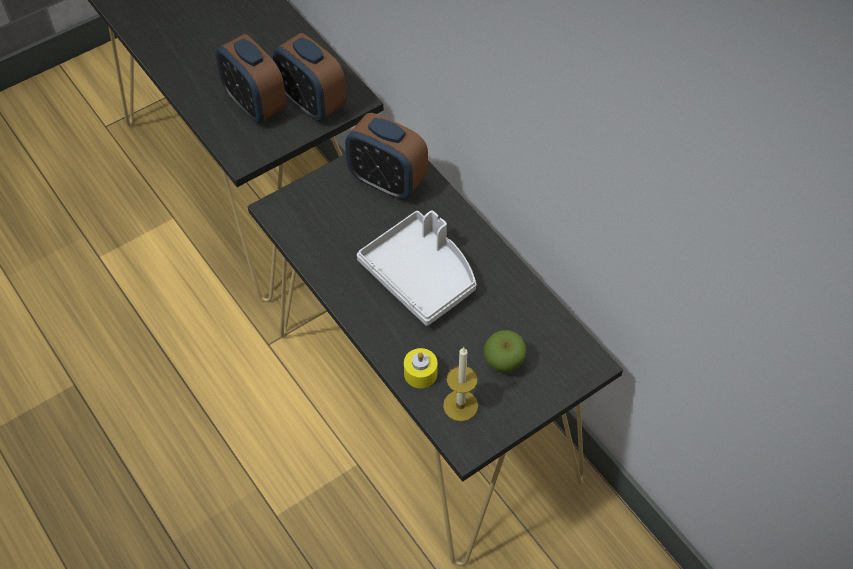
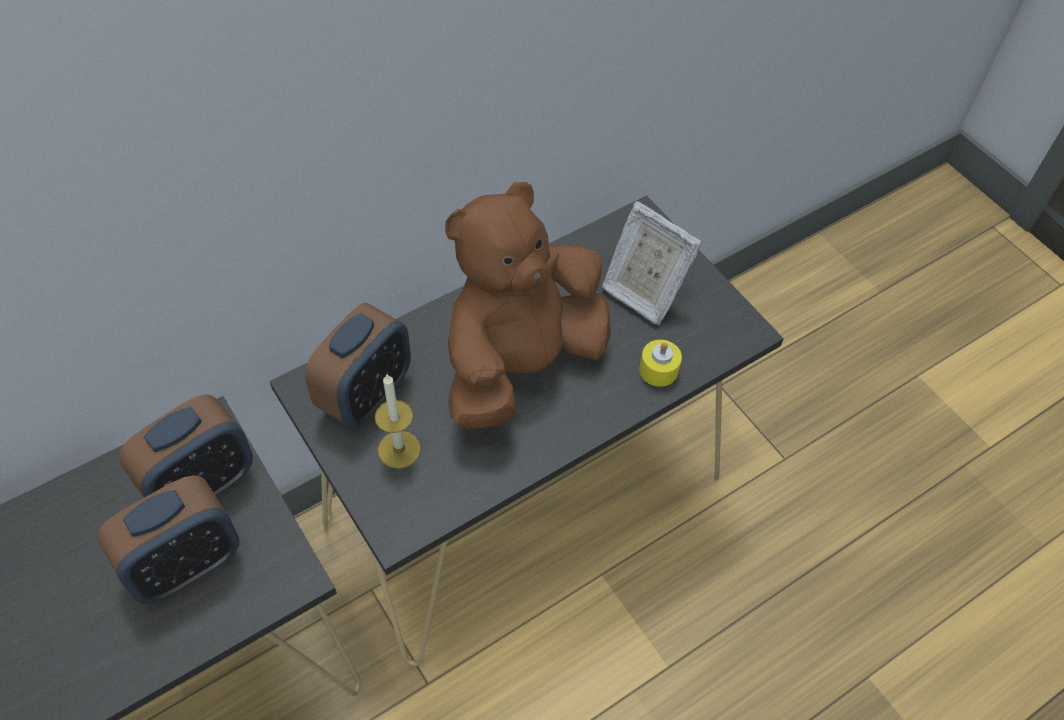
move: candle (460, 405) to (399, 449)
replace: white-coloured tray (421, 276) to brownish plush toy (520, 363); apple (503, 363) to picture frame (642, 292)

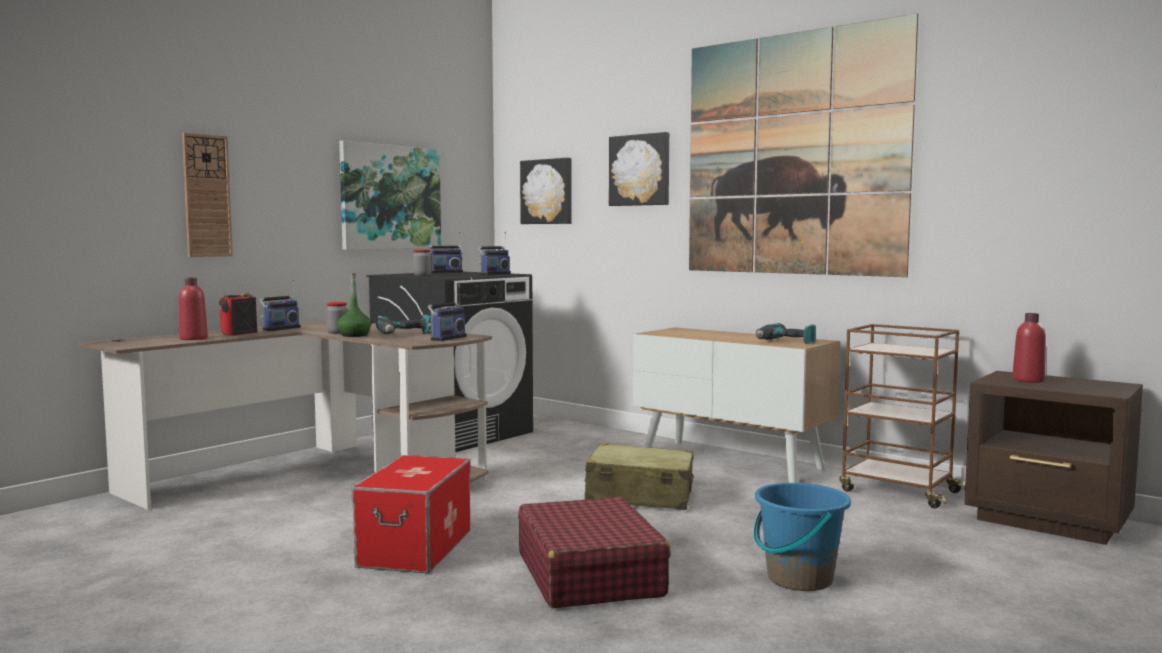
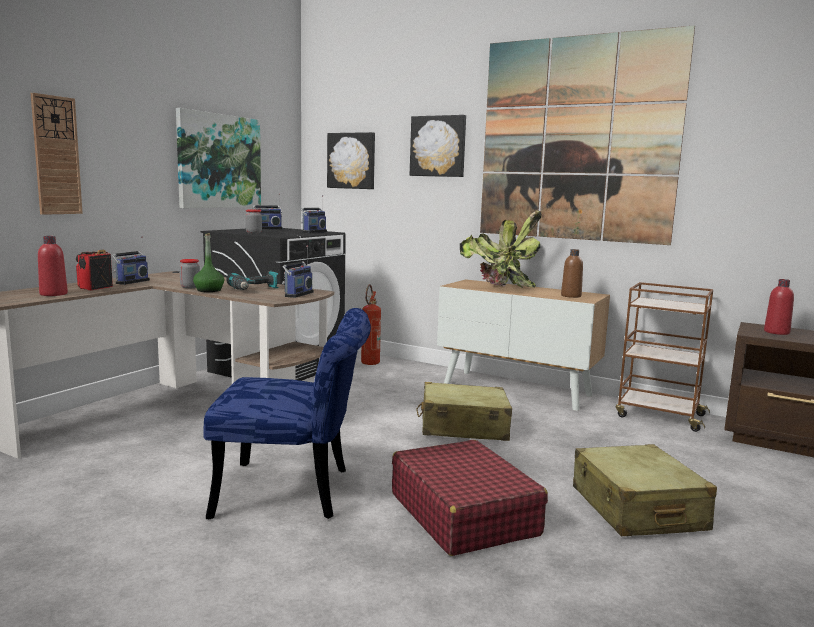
insert: fire extinguisher (369, 364); plant in a pot (500, 288)
replace: storage bin (416, 548) to bluish upright chair (296, 492); drill (785, 342) to brownish bottle (571, 296); bluish water bucket (799, 579) to beige suitcase (637, 509)

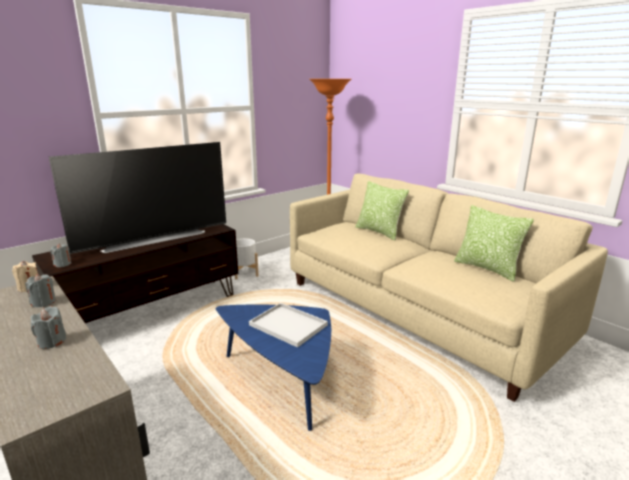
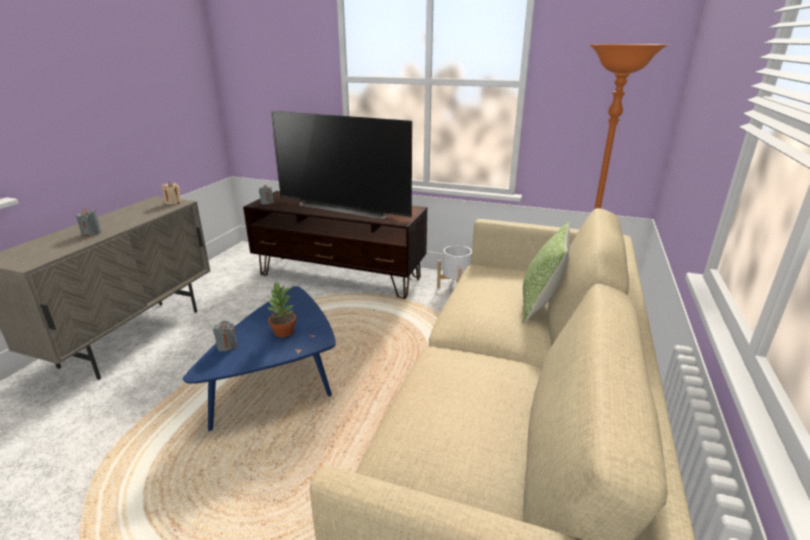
delete: throw pillow (487, 268)
move: gray candle (43, 302) to (227, 346)
replace: white-coloured tray (289, 325) to plant in a pot (283, 332)

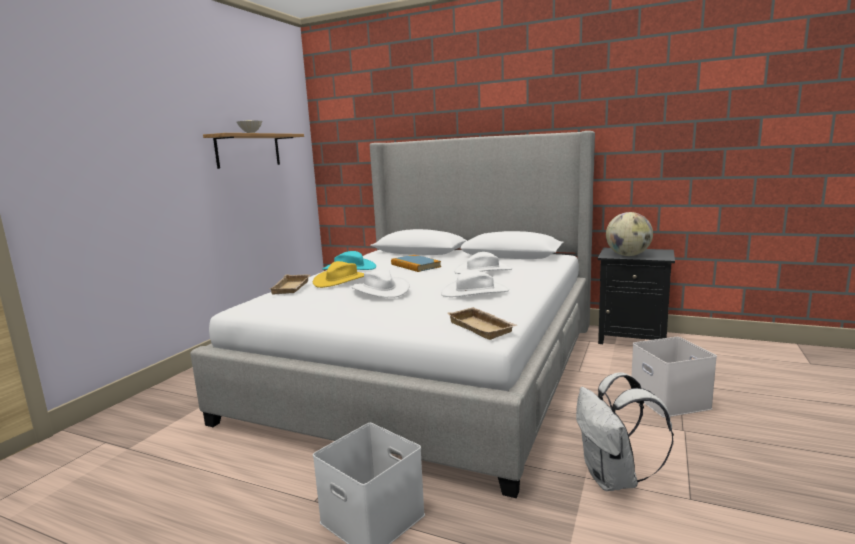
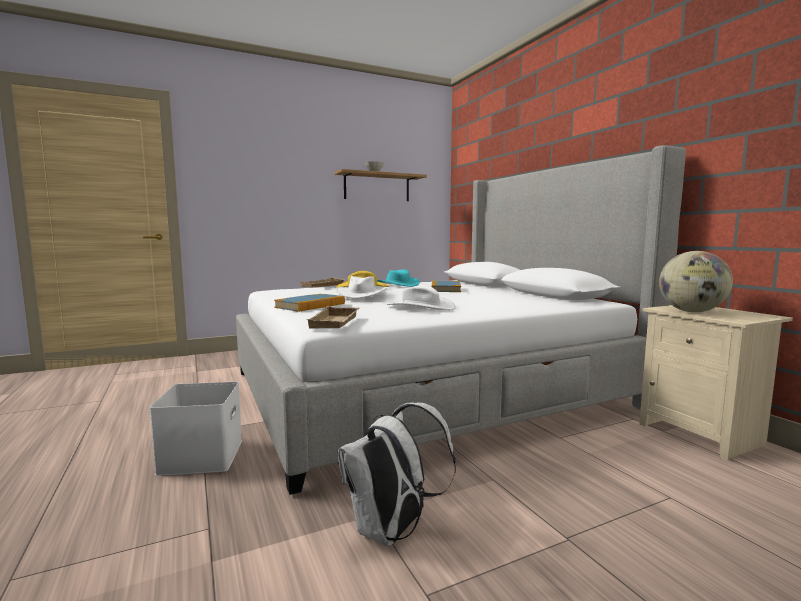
delete: white-coloured hat (483, 270); white-coloured storage bin (671, 400)
insert: book (310, 305)
recolor: black bedside table (632, 338) to beige bedside table (701, 434)

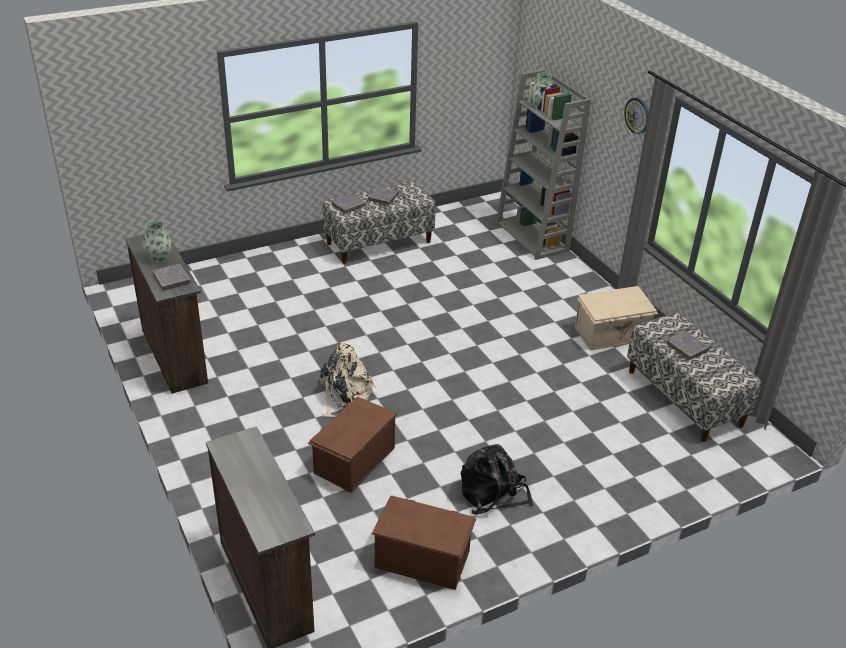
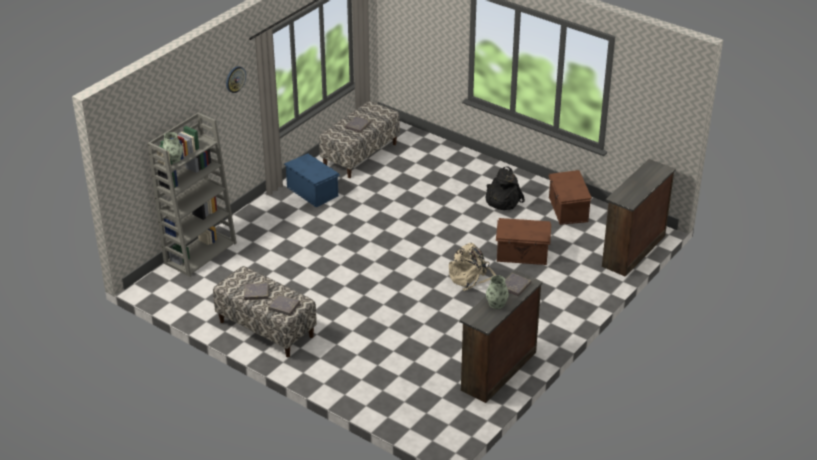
recolor: beige storage bin (612, 334) to bluish storage bin (313, 191)

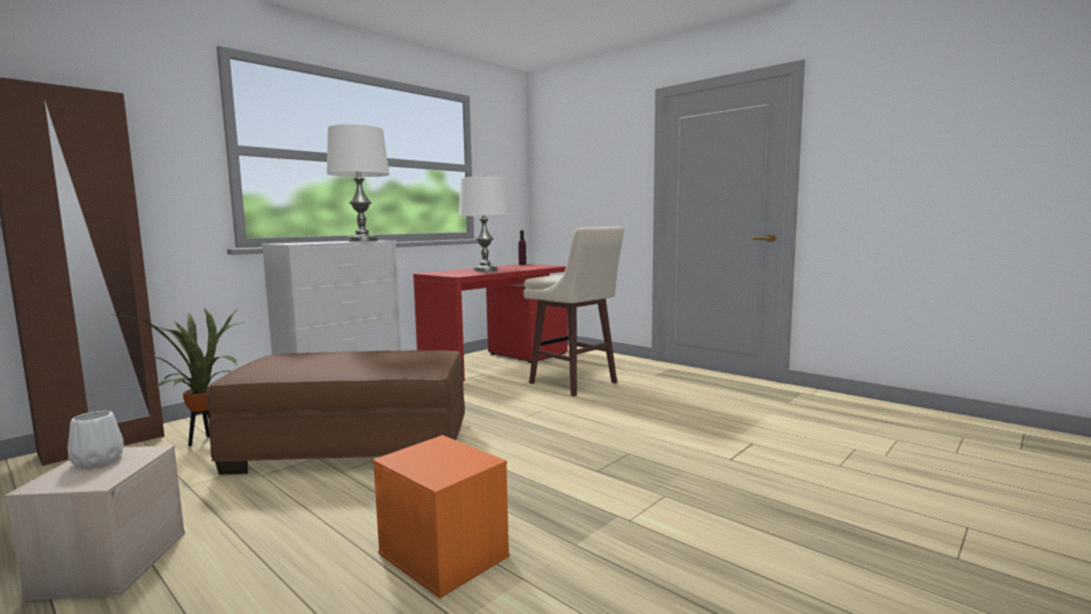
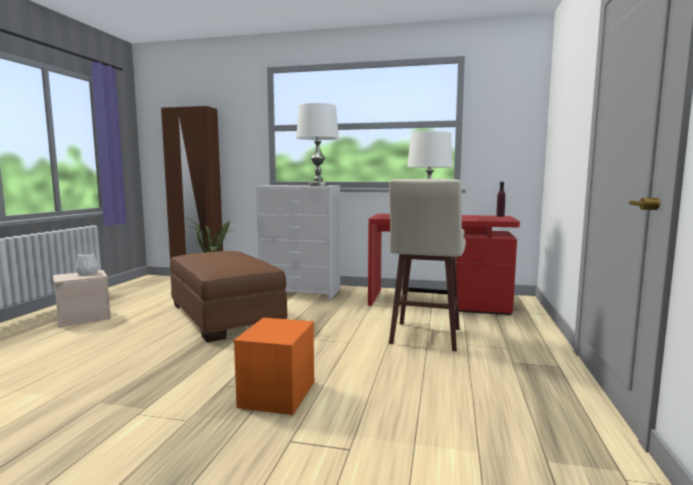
move: orangey storage bin (445, 555) to (278, 394)

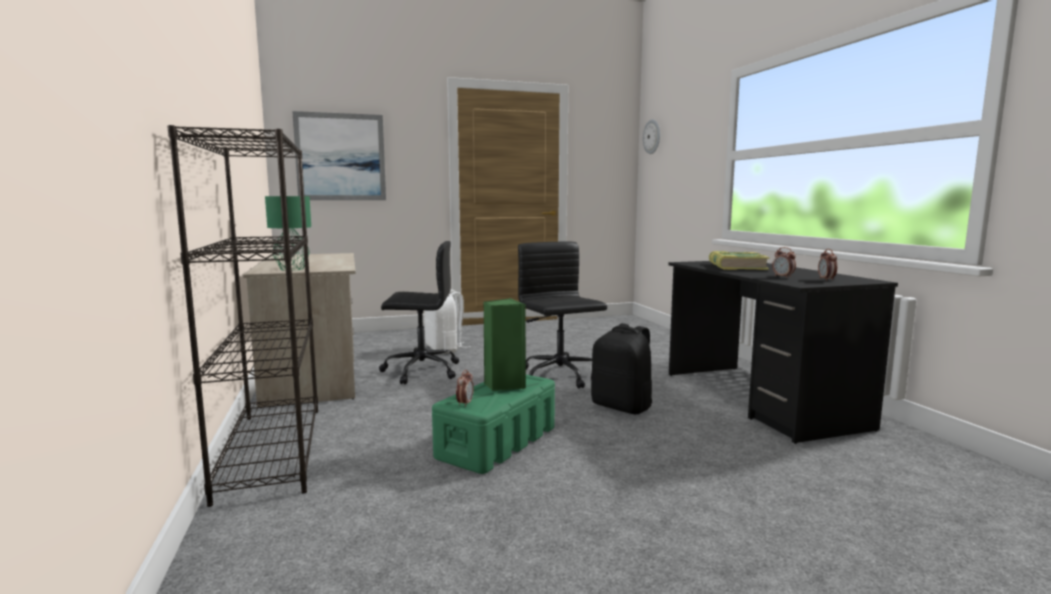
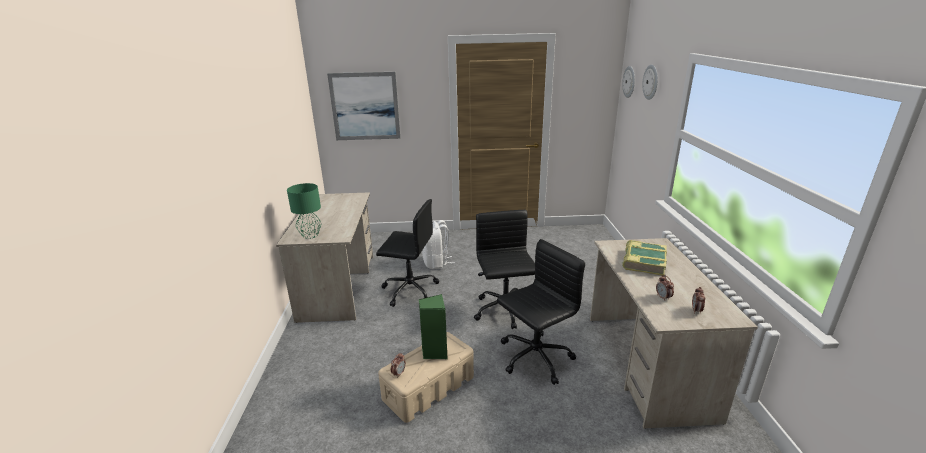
delete: black bookshelf (271, 449)
insert: clock on the wall (651, 82)
replace: black knapsack (622, 406) to black desk chair (534, 358)
recolor: greenish storage bin (498, 442) to beige storage bin (429, 388); black desk (759, 399) to beige desk (647, 365)

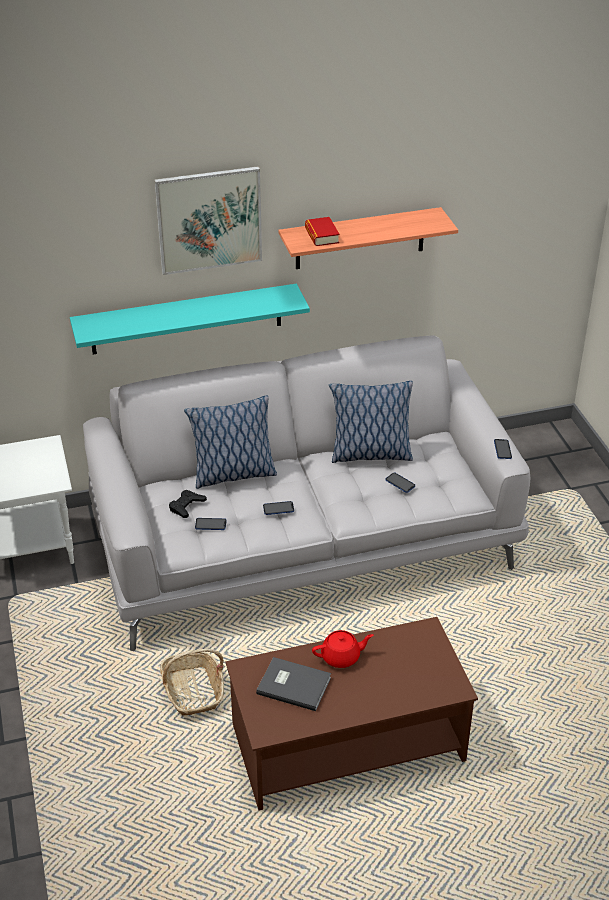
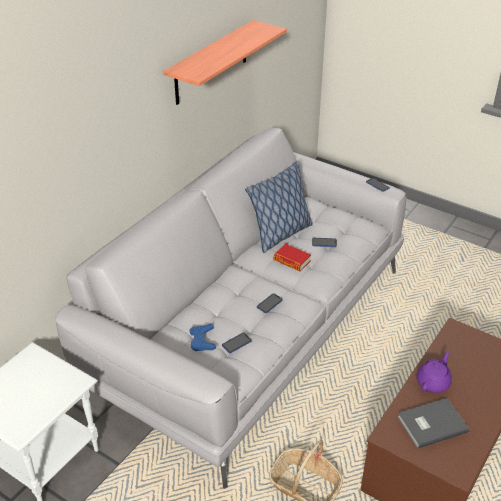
delete: blue-green wall shelf (186, 319); picture (209, 220); throw pillow (233, 474)
move: book (321, 235) to (292, 261)
recolor: black gamepad (186, 506) to bluish gamepad (202, 340); reddish pot for tea (341, 657) to purple pot for tea (433, 382)

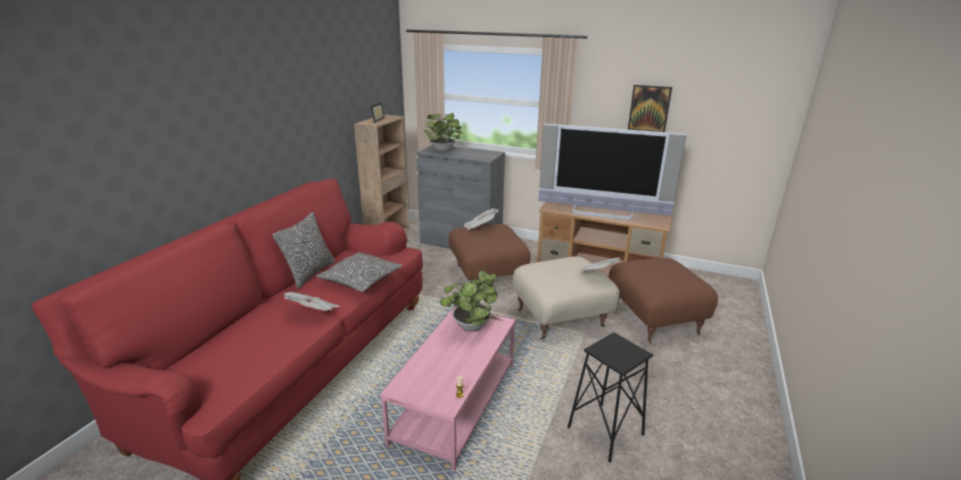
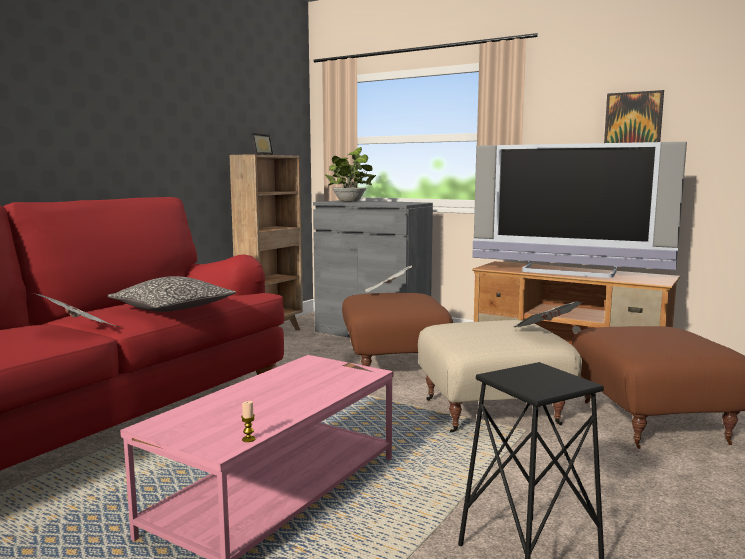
delete: throw pillow (310, 273); plant in a pot (470, 328)

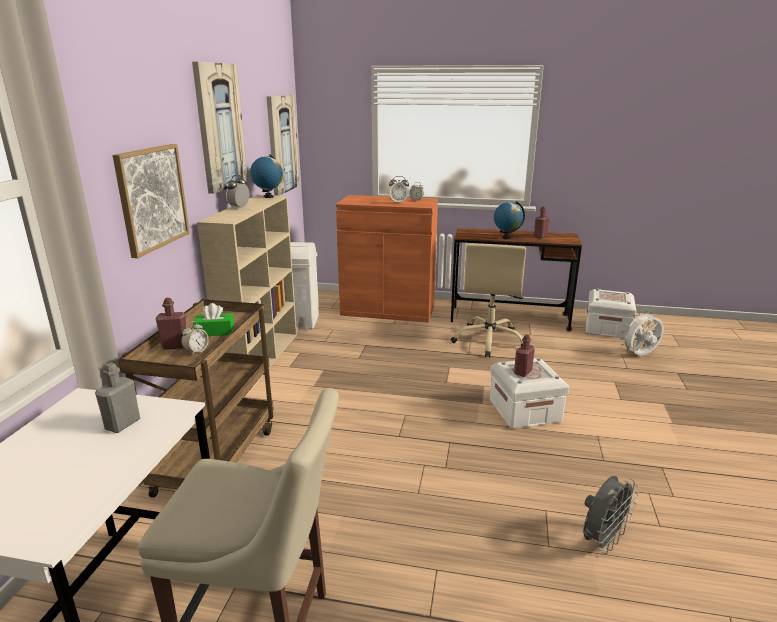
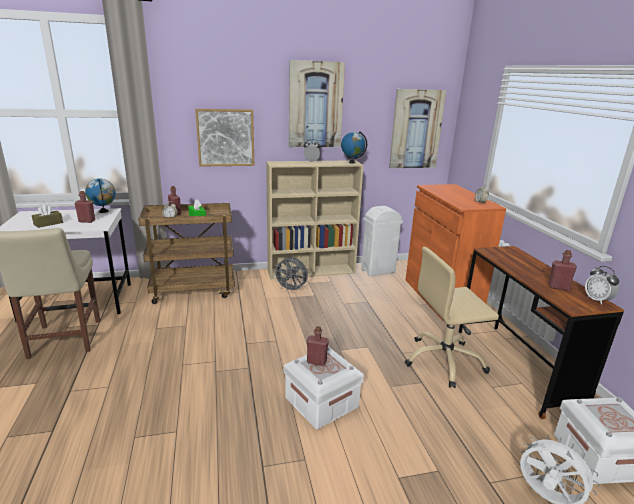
insert: brownish tissue holder (48, 223)
move: desk globe (506, 237) to (103, 211); gray cooling fan (602, 541) to (291, 290); table clock (398, 202) to (597, 300)
recolor: gray bottle (122, 424) to reddish bottle (87, 221)

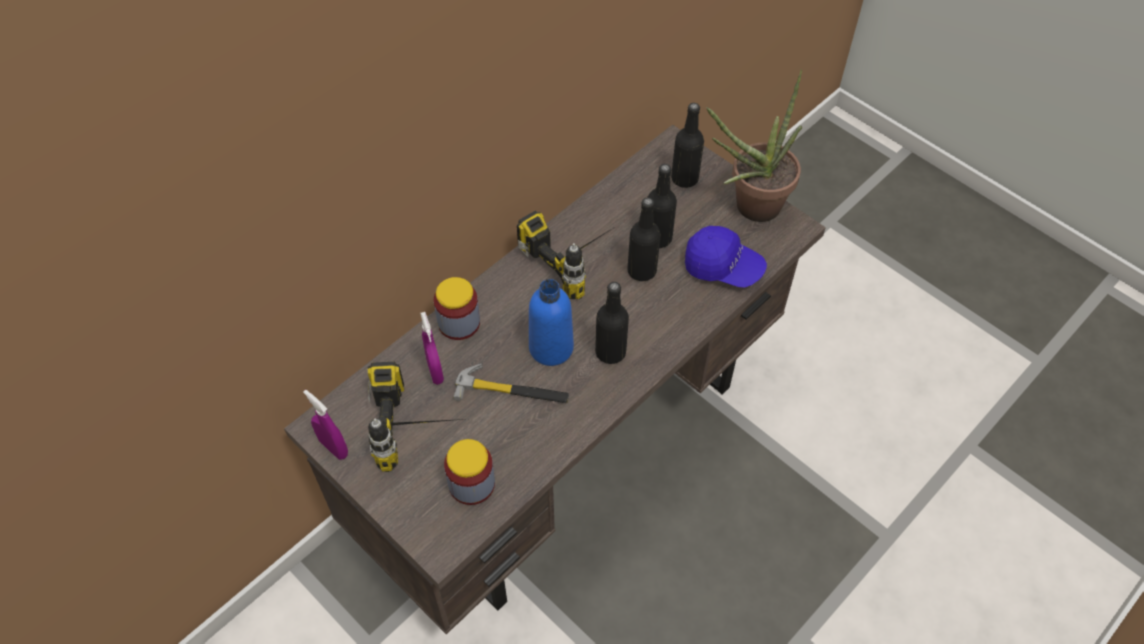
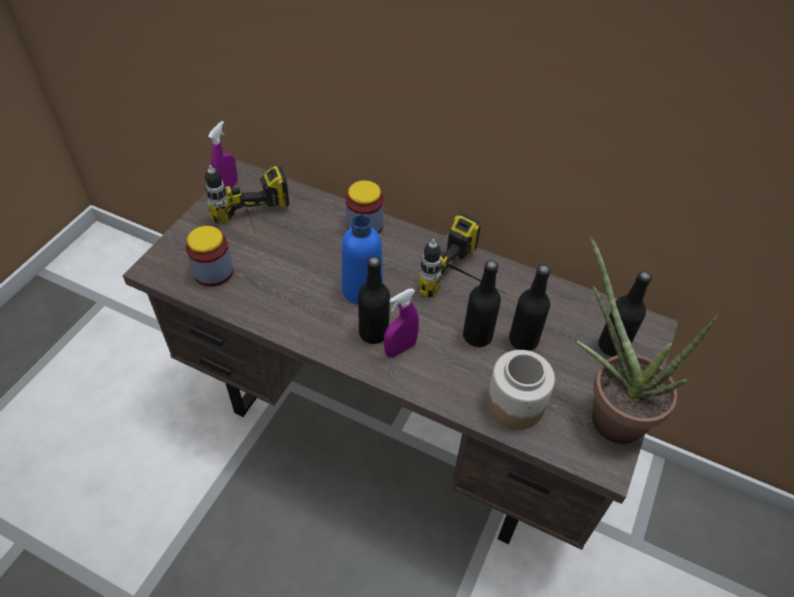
delete: tool hammer (512, 391)
move: purple hand sprayer (435, 371) to (400, 349)
replace: bluish cap (723, 267) to jar (515, 404)

